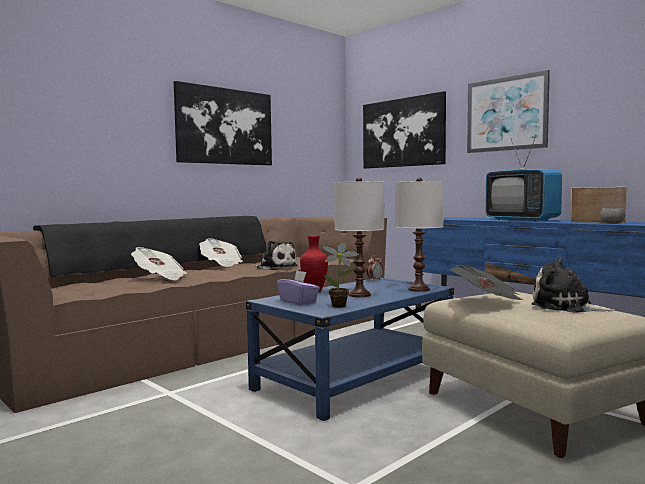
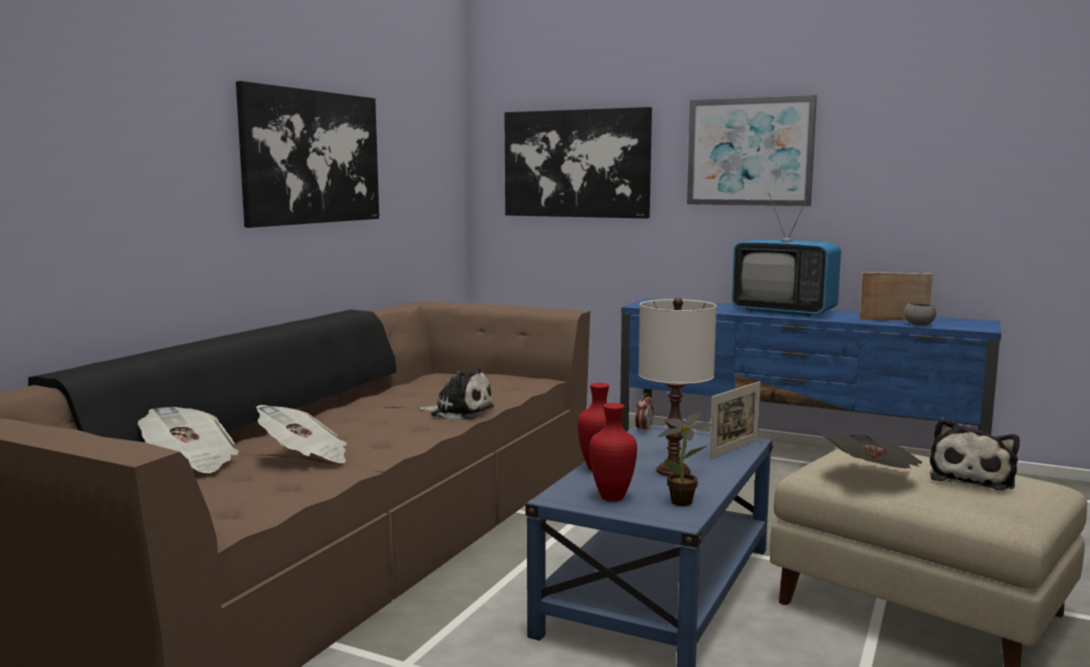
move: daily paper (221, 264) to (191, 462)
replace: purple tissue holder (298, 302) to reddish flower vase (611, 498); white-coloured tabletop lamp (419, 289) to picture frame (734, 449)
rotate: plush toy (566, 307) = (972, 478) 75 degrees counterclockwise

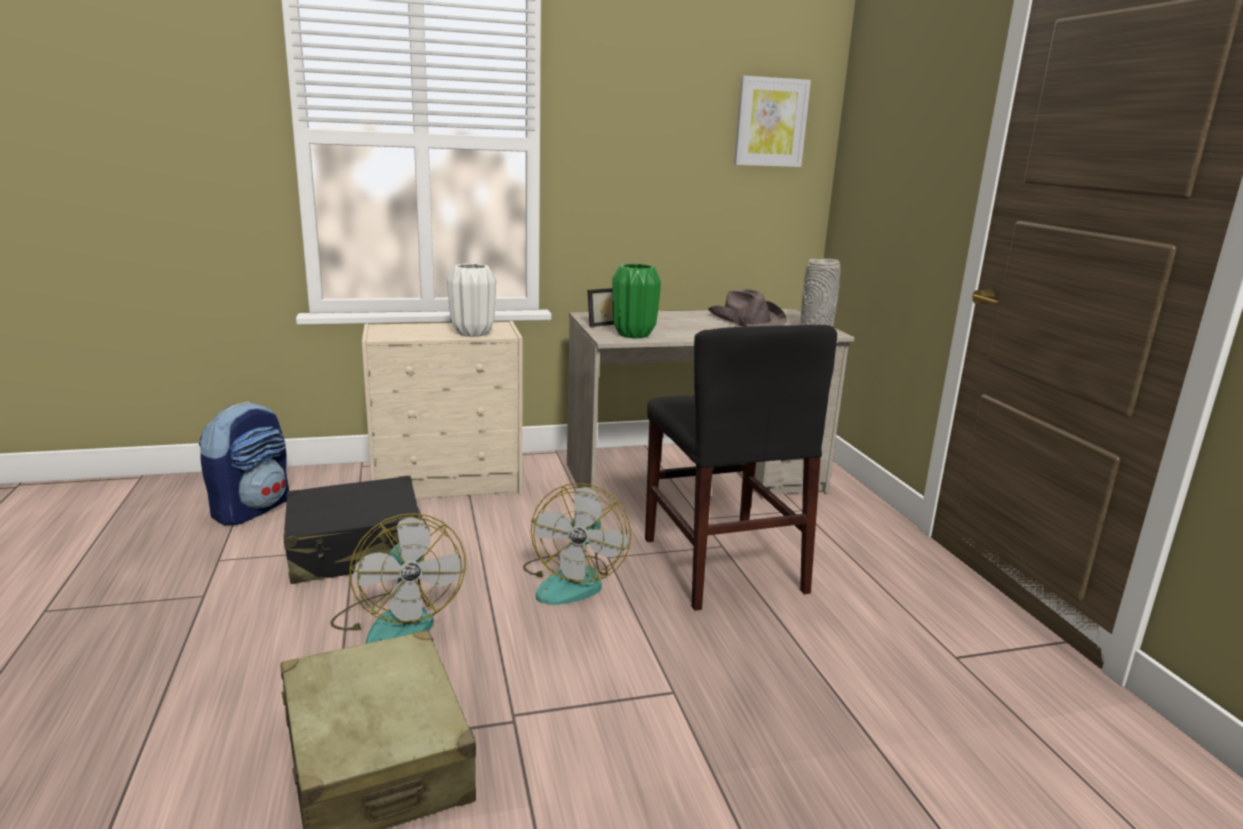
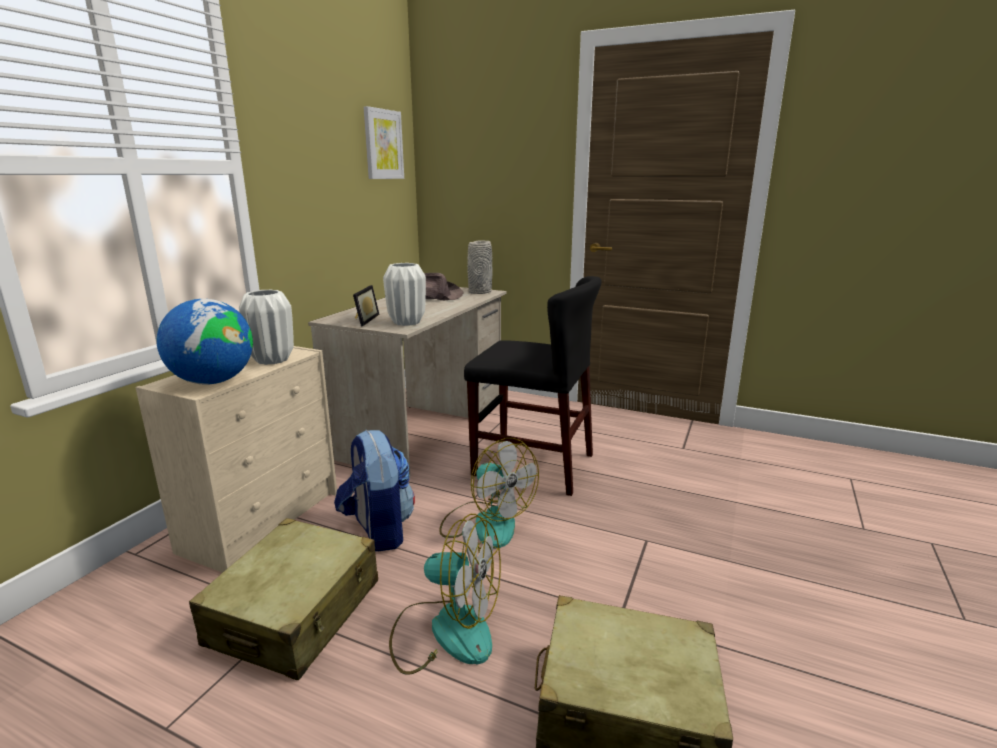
insert: desk globe (213, 382)
move: knapsack (252, 509) to (378, 530)
recolor: black suitcase (357, 550) to beige suitcase (296, 613); greenish flower vase (634, 335) to white-coloured flower vase (407, 322)

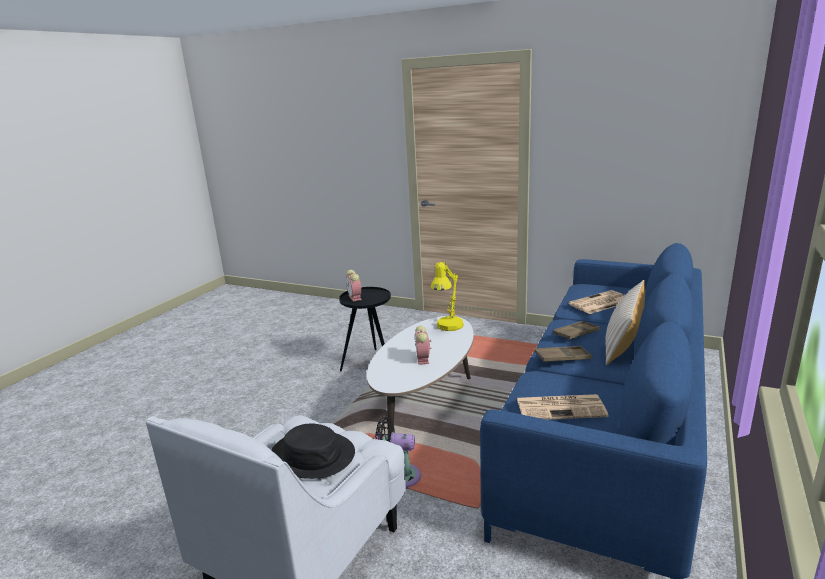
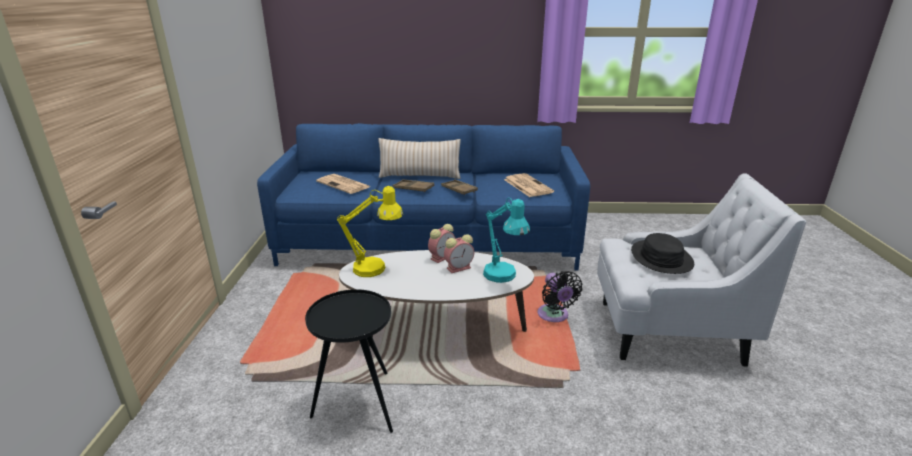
insert: blue-green tabletop lamp (503, 277)
move: table clock (355, 298) to (442, 257)

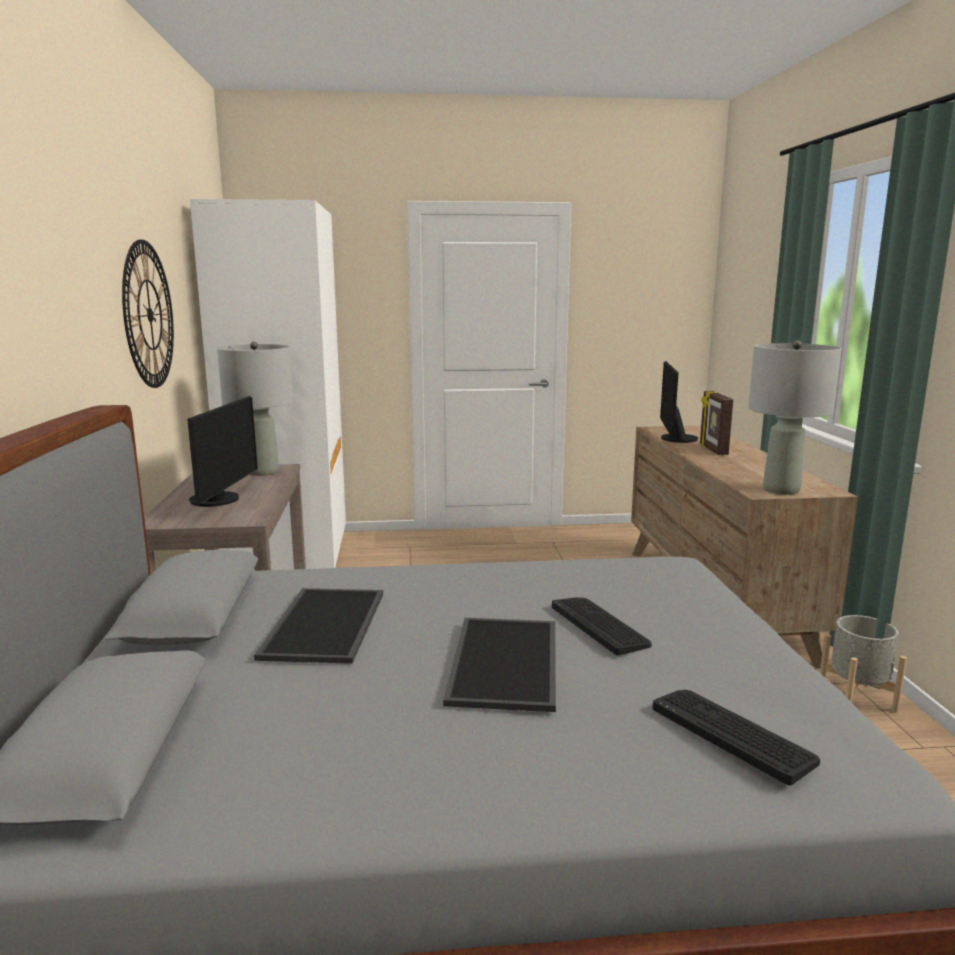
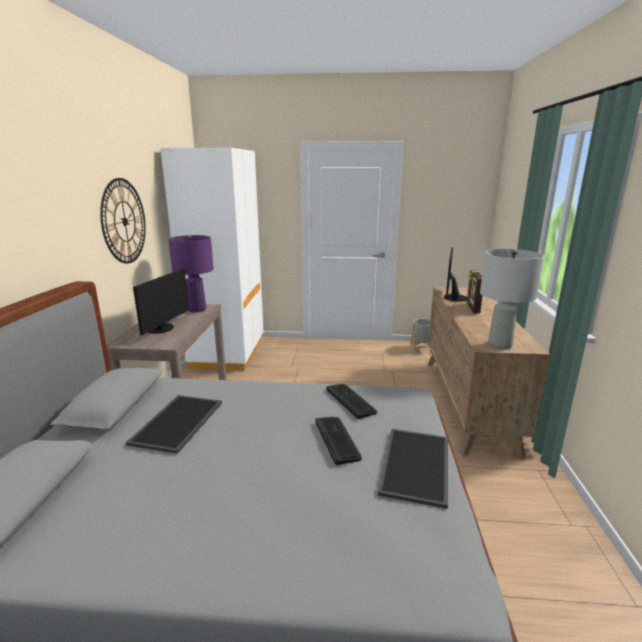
move: keyboard (732, 733) to (351, 400); tray (507, 663) to (417, 466); gray plant pot (856, 698) to (421, 349)
recolor: gray tabletop lamp (264, 472) to purple tabletop lamp (197, 309)

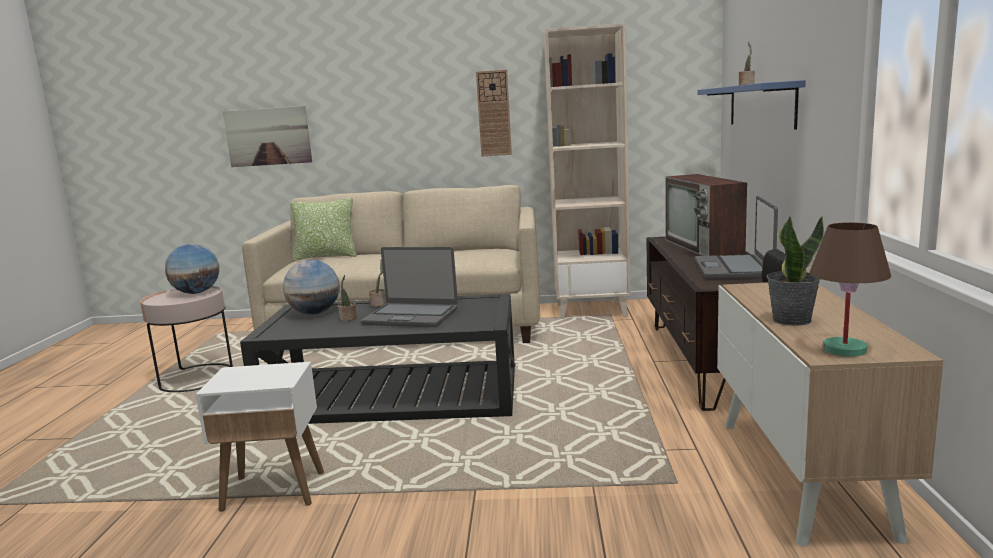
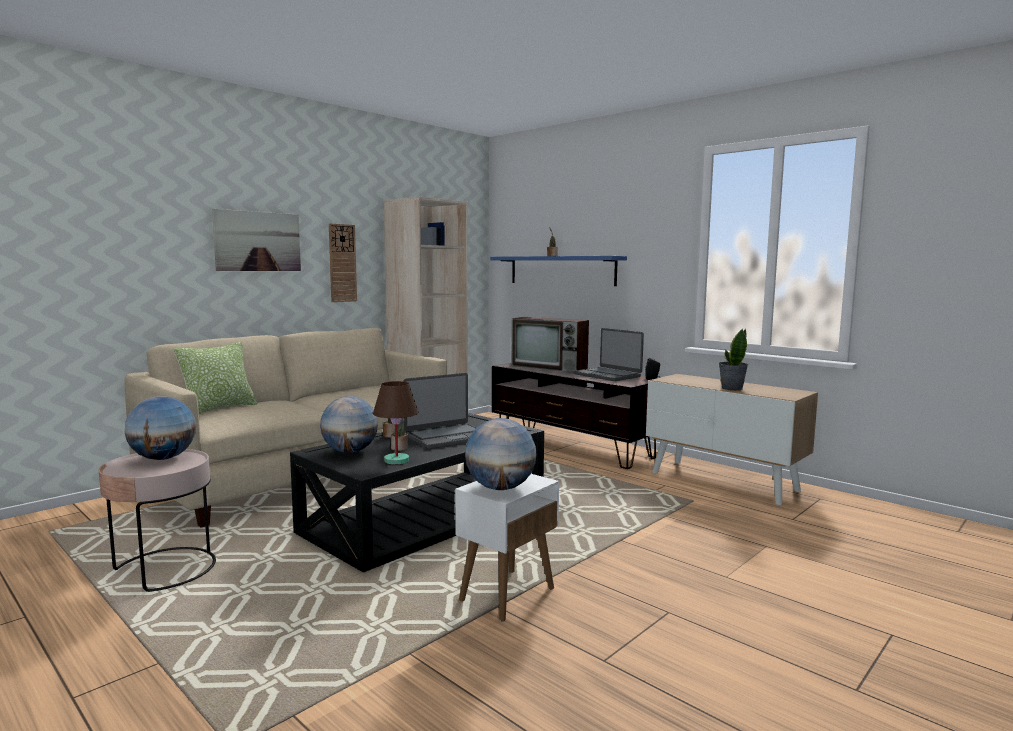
insert: desk globe (501, 488)
move: picture (268, 136) to (258, 241); brownish tabletop lamp (844, 349) to (396, 460)

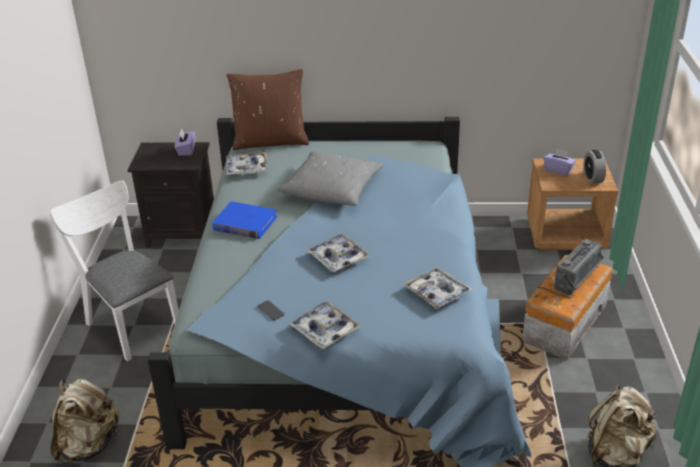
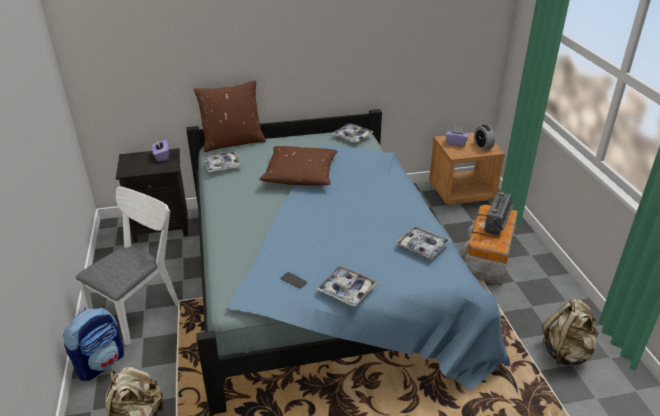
delete: bluish book (244, 223)
insert: knapsack (101, 363)
move: tray (338, 258) to (352, 136)
recolor: gray throw pillow (332, 189) to brownish throw pillow (300, 175)
rotate: white-coloured upright chair (130, 323) = (140, 309) 90 degrees clockwise

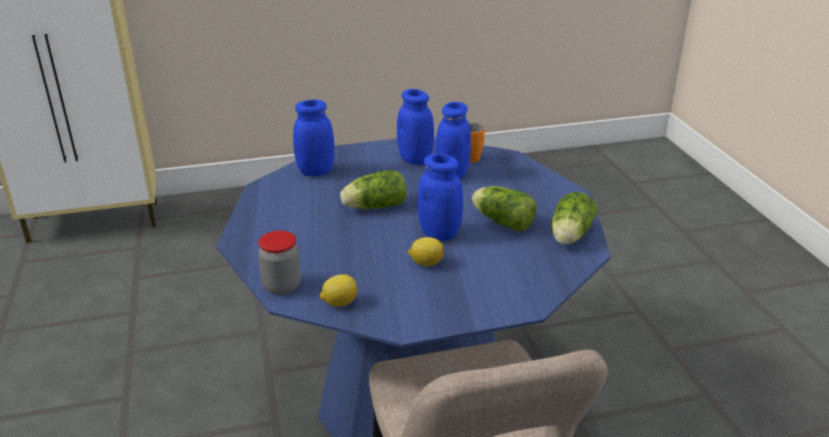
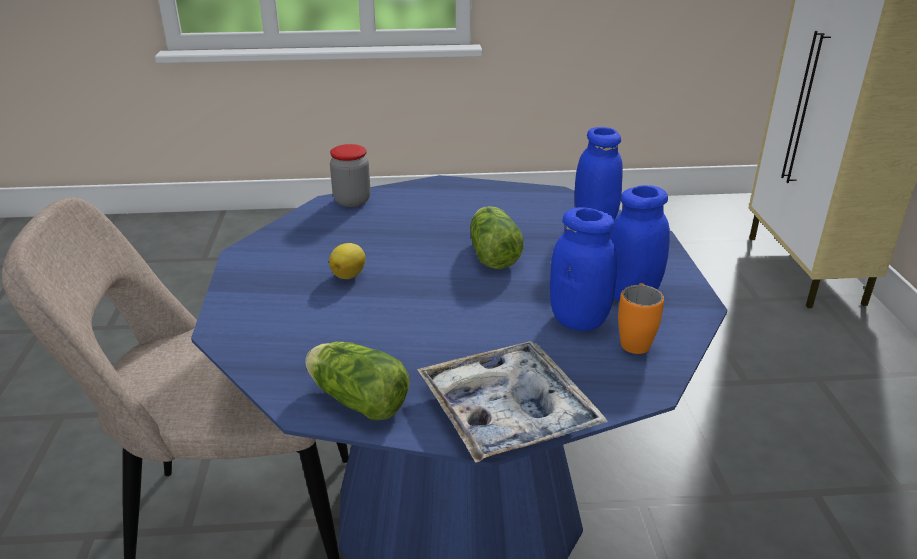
delete: citrus fruit (339, 303); bluish jar (439, 233); lettuce (501, 221)
insert: tray (507, 412)

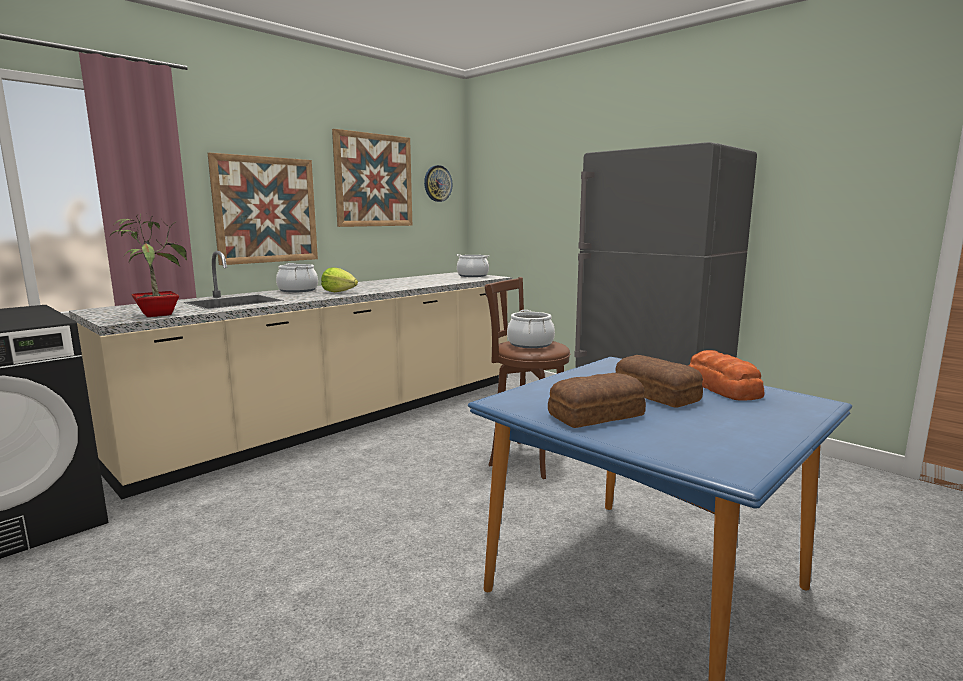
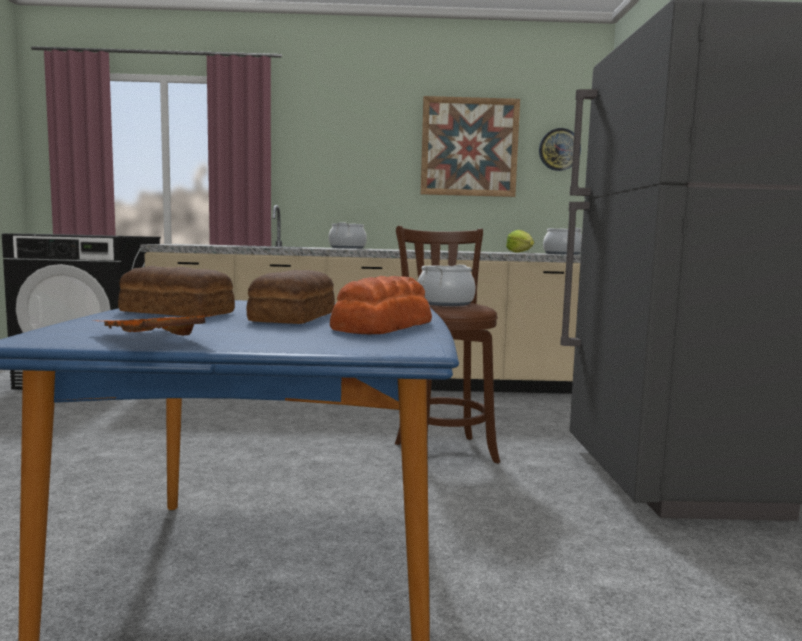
delete: plant in a pot (157, 314); picture (266, 210)
insert: orangey tray (150, 339)
move: lettuce (339, 292) to (520, 252)

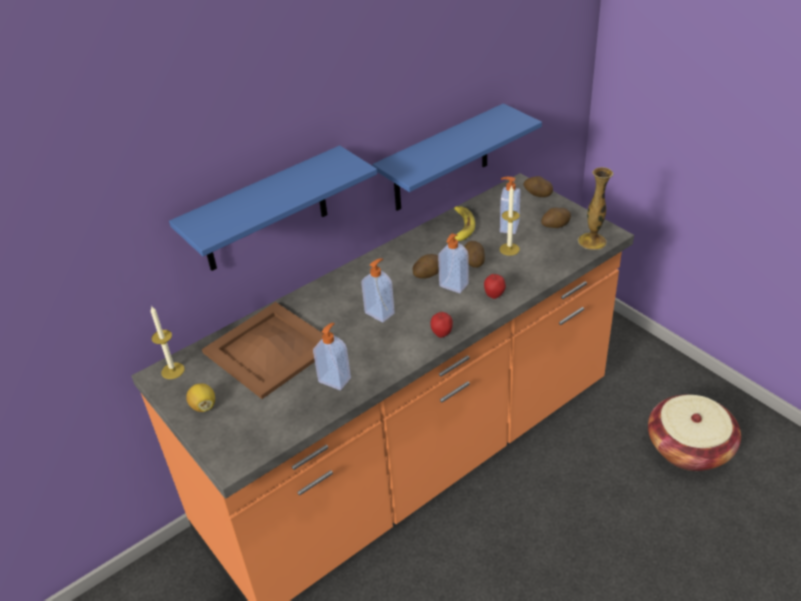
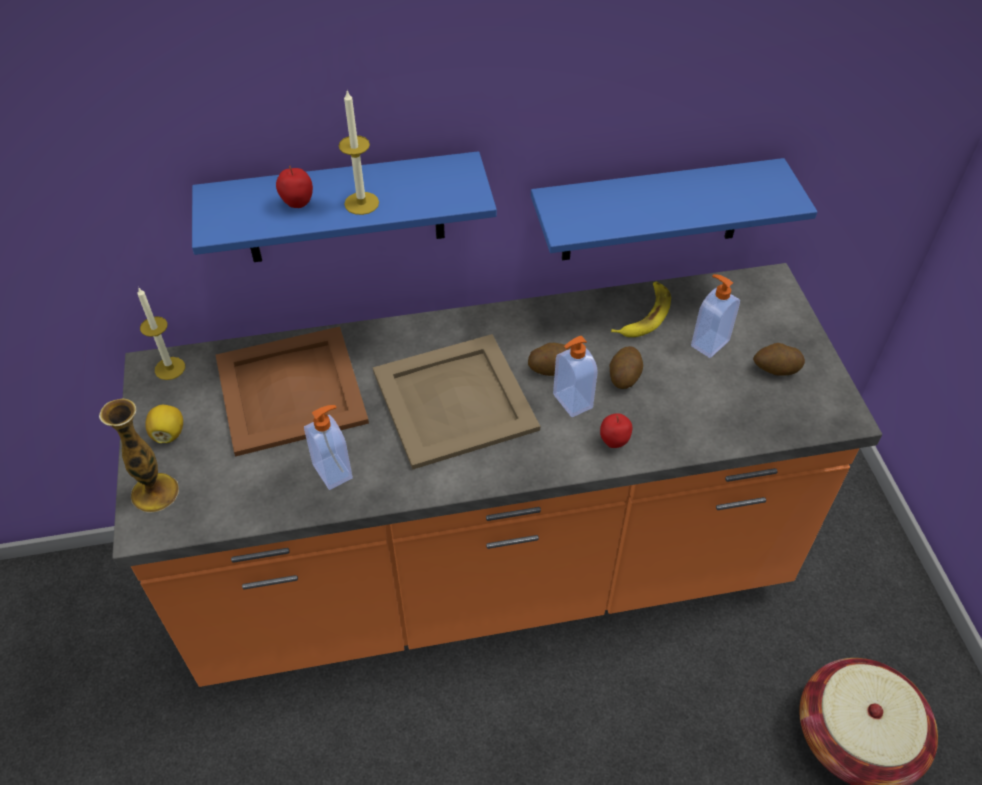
delete: spud (537, 194)
move: flower vase (592, 241) to (154, 492); apple (442, 335) to (298, 204); candle (509, 249) to (361, 203)
replace: liquid soap bottle (380, 313) to beige tray (453, 399)

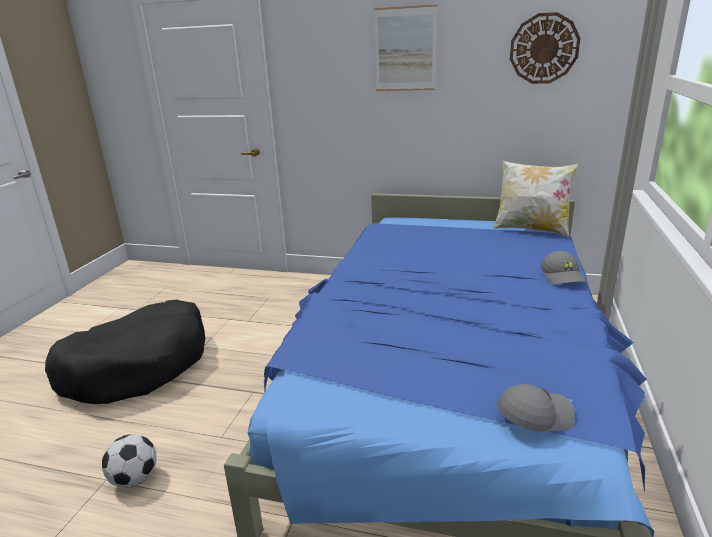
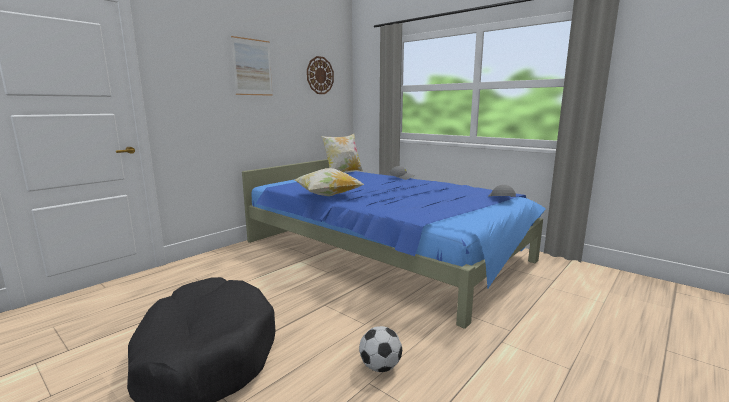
insert: throw pillow (327, 196)

